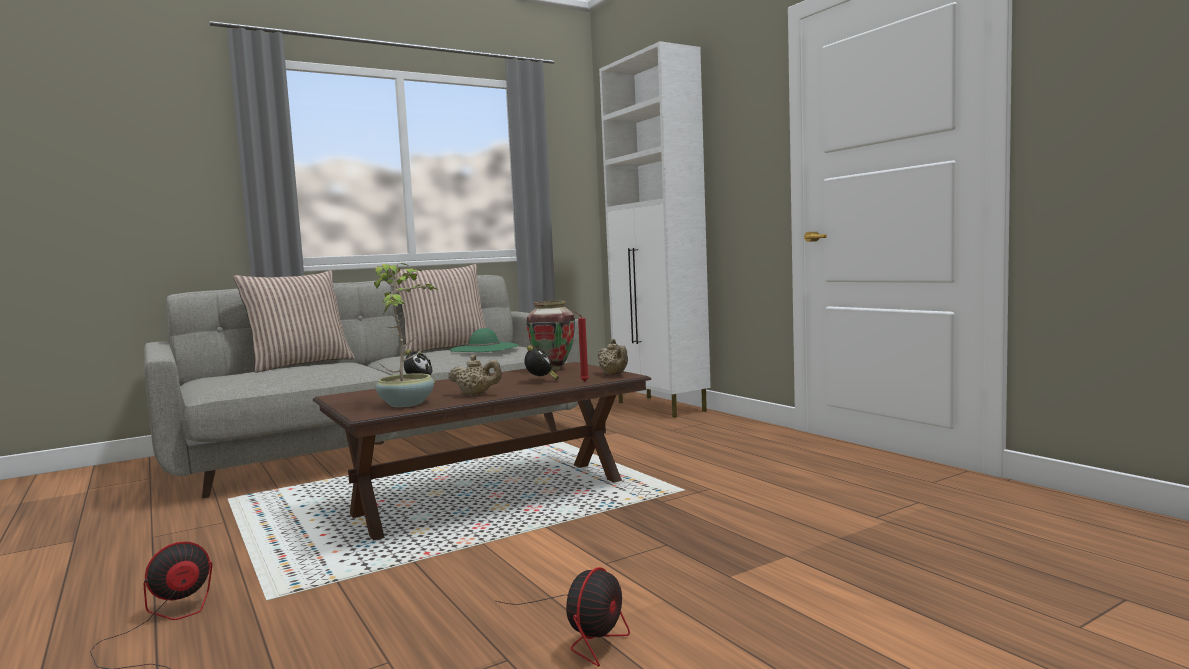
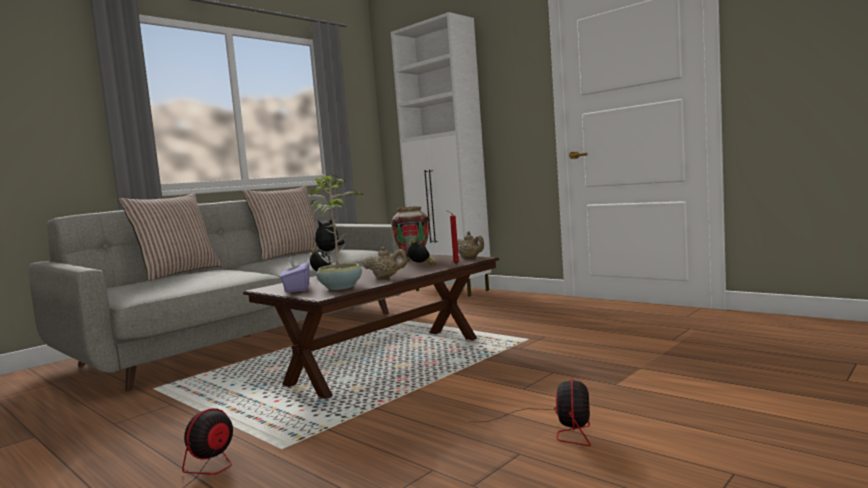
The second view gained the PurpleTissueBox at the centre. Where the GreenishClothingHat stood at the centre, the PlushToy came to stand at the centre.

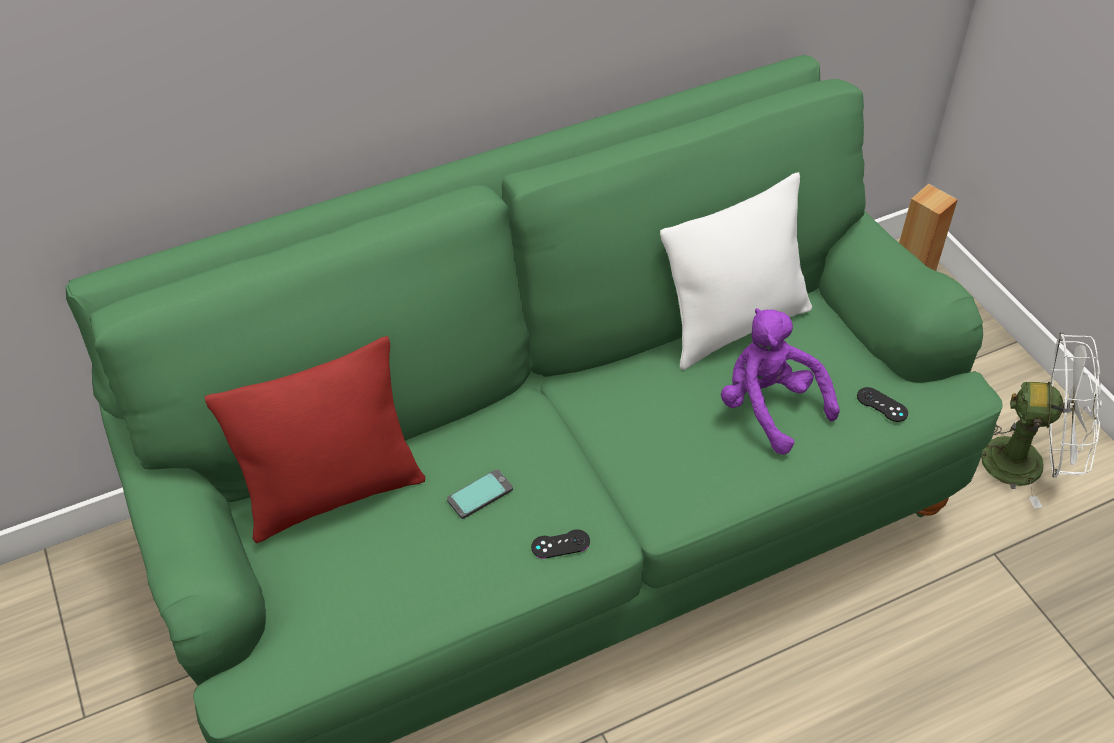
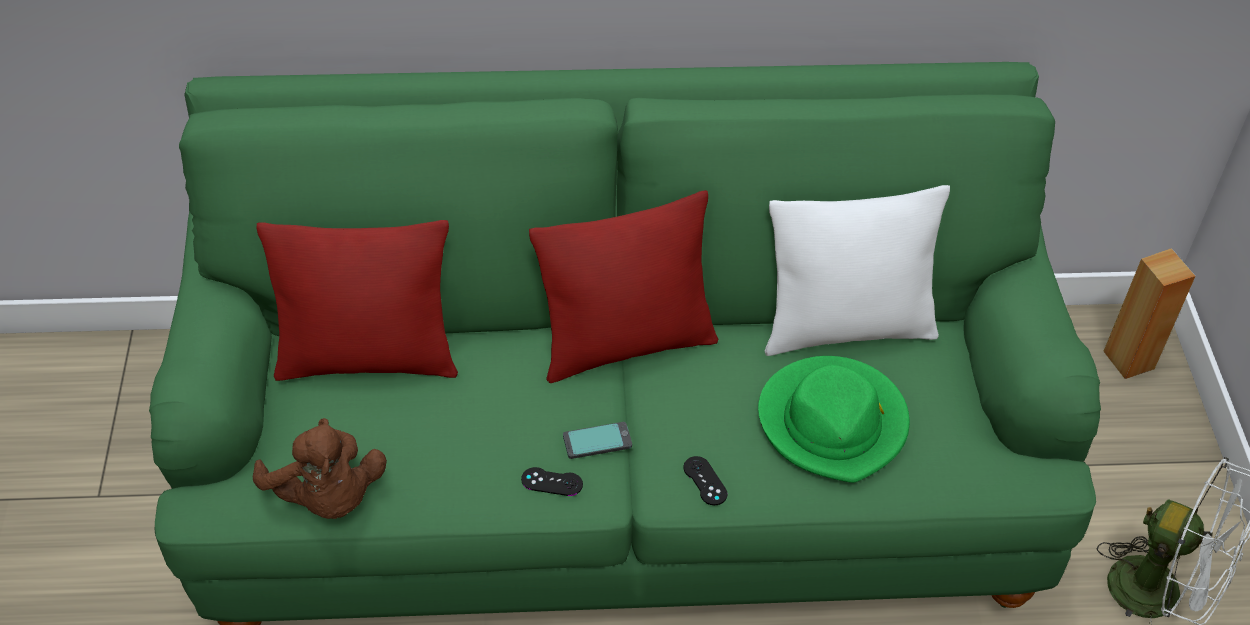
The second view gained the BrownishPlushToy at the bottom left. The second view gained the ReddishCushion (no. 2 from left) at the centre. The Handset ended up elsewhere, having gone from the centre to the bottom centre. The BlackColouredJoypad (no. 2 from left) ended up elsewhere, having gone from the middle right to the bottom centre. Where the PurplePlushToy stood at the middle right, the GreenishClothingHat came to stand at the bottom right.

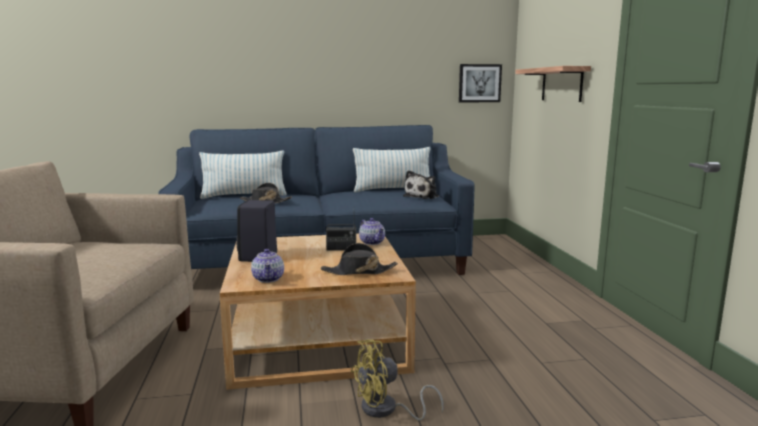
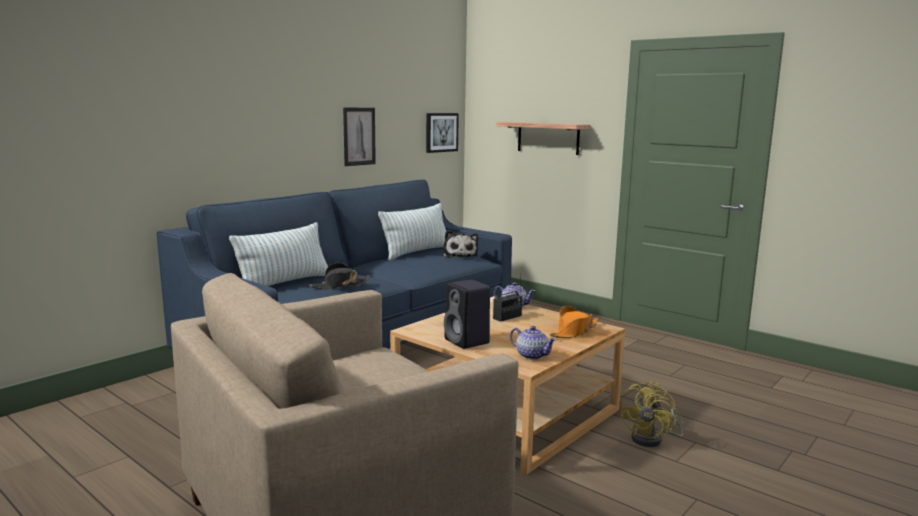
The second view gained the WallArt (no. 1 from left) at the top centre. What was the BlackColouredClothingHat (no. 2 from left) at the centre turned into the OrangeClothingHat at the centre.

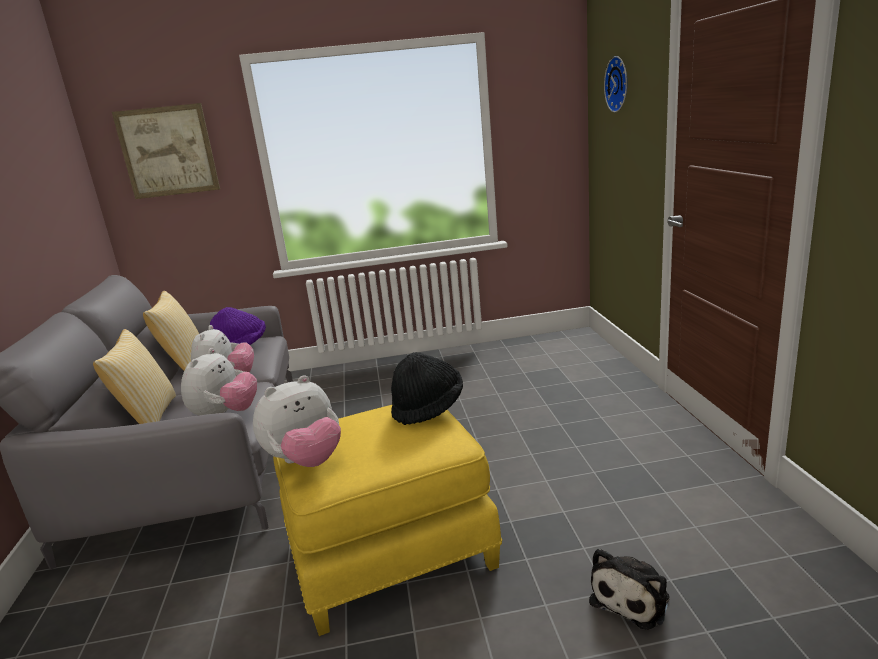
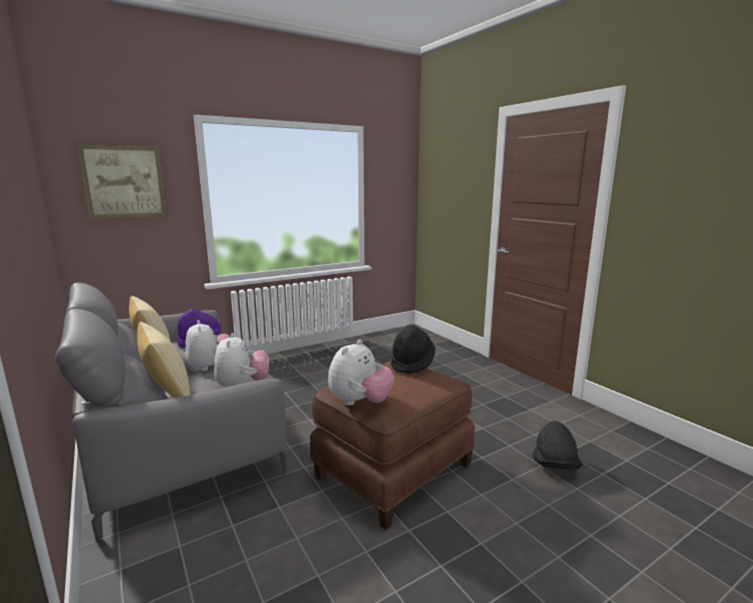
What was the YellowColouredPouffe at the bottom centre turned into the BrownishPouffe at the bottom centre. Where the PlushToy (no. 4 from left) stood at the bottom right, the BlackColouredClothingHat (no. 2 from left) came to stand at the bottom right. The second view lost the HangingClock at the top right.

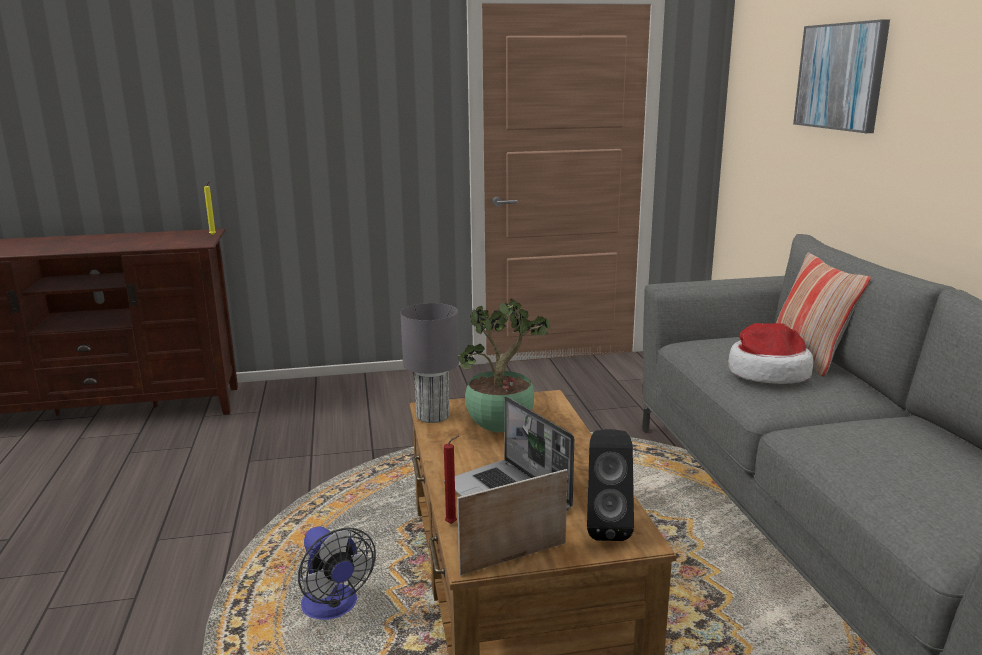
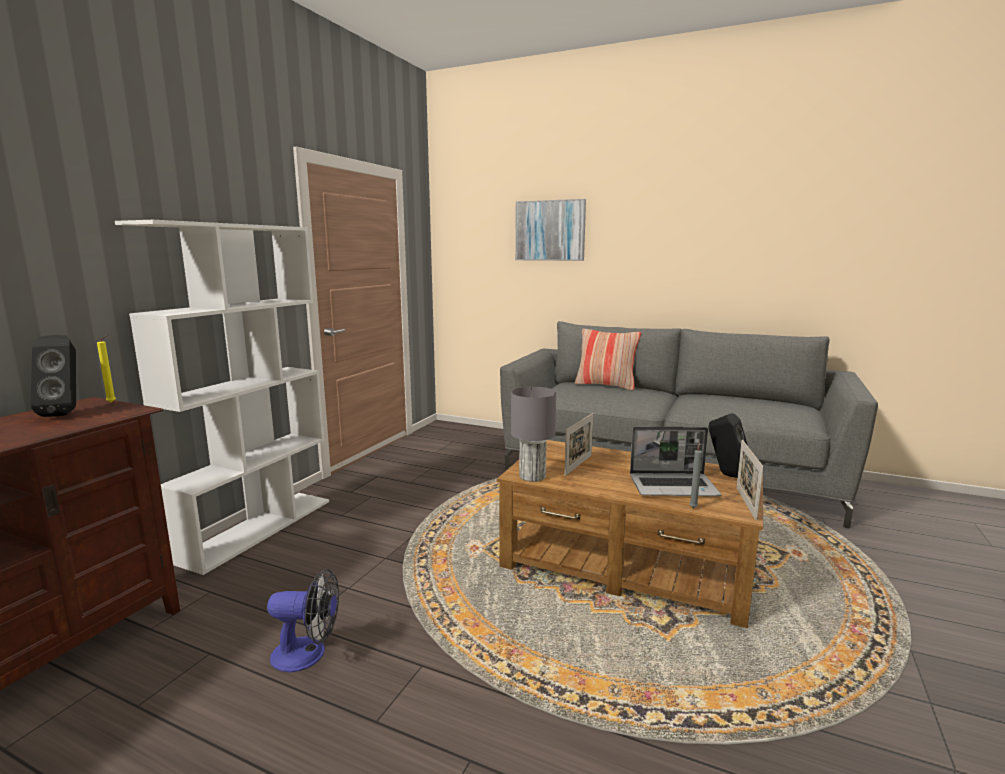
The second view gained the BlackColouredSpeaker (no. 1 from left) at the middle left. The second view gained the WhiteBookcase at the middle left. The CoolingFan ended up elsewhere, having gone from the bottom centre to the bottom left. Where the PlantInAPot stood at the centre, the PhotoFrame (no. 1 from left) came to stand at the centre. What was the ReddishWaxLight at the bottom centre turned into the GrayWaxLight at the middle right. The second view lost the ClothingHat at the middle right.

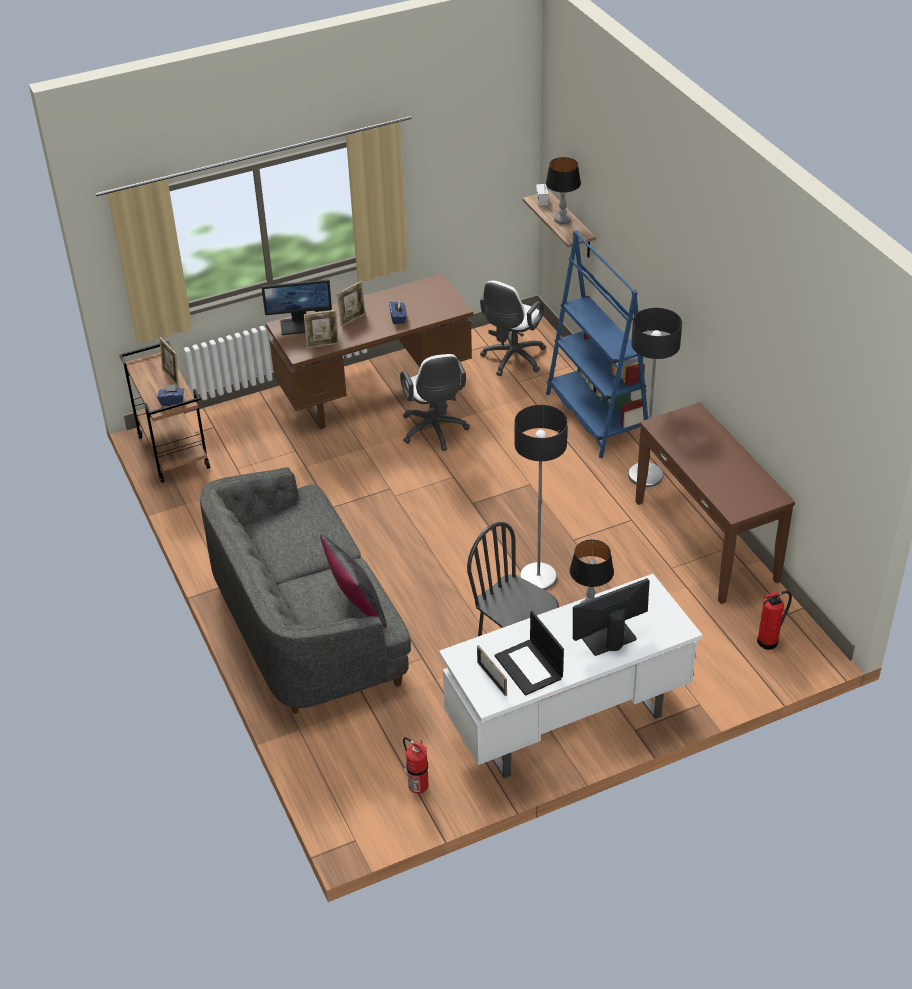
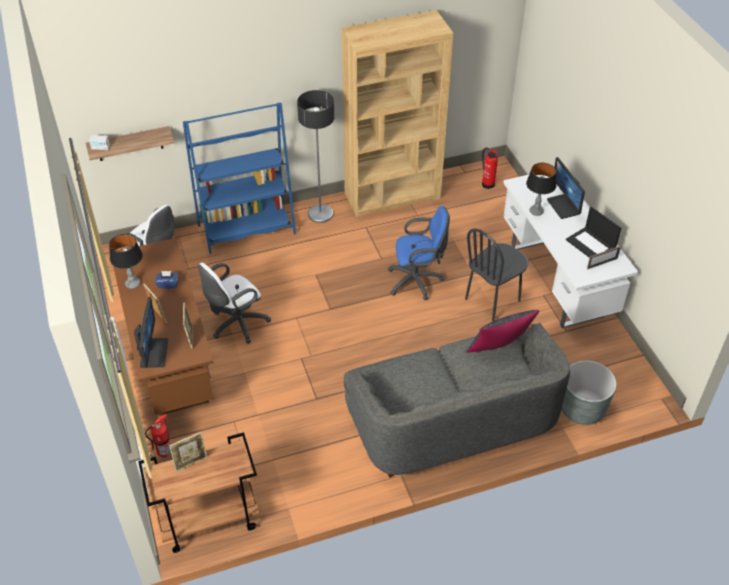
The LampForATable (no. 1 from left) ended up elsewhere, having gone from the top centre to the middle left. The Extinguisher (no. 1 from left) ended up elsewhere, having gone from the bottom centre to the bottom left. The WhiteDeskChair (no. 1 from left in the first image) at the centre ended up facing another way, 150 degrees clockwise from before. Where the BrownishNarrowTable stood at the middle right, the BrownishBookcase came to stand at the top centre. Where the FloorLamp (no. 1 from left) stood at the centre, the BlueDeskChair came to stand at the centre. The second view gained the GrayPlantPot at the bottom right. The PortableComputer at the centre ended up facing another way, 75 degrees clockwise from before. The second view lost the BlueTissueBox (no. 1 from left) at the middle left.

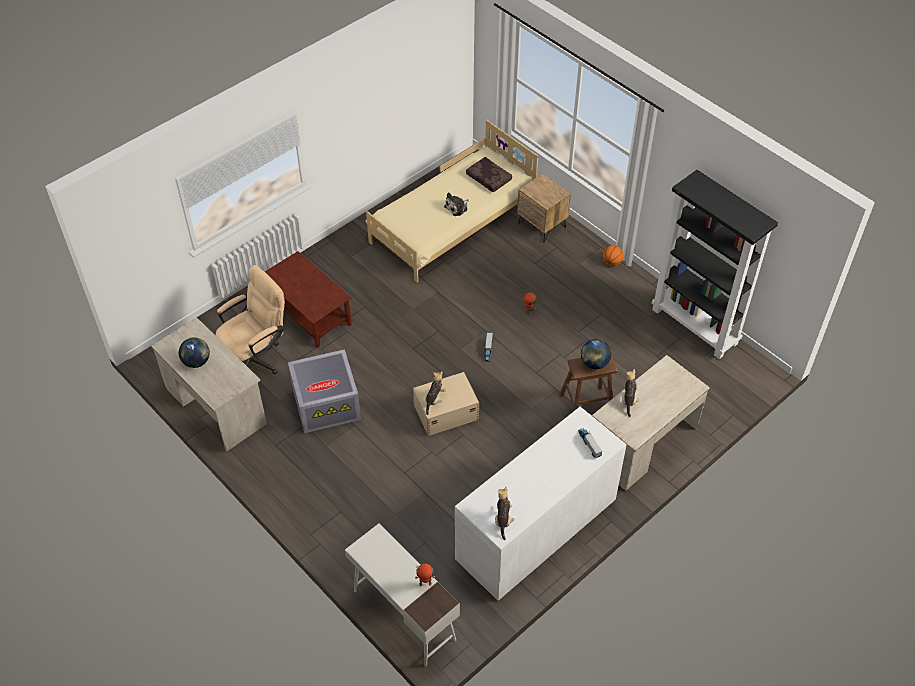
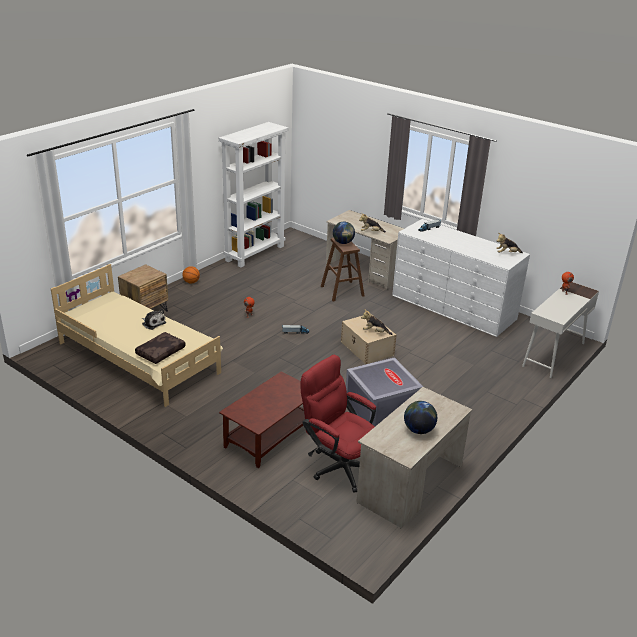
The BrownishCushion ended up elsewhere, having gone from the top centre to the middle left. What was the BlackColouredBookcase at the middle right turned into the WhiteBookcase at the top centre. What was the SandColouredDeskChair at the middle left turned into the ReddishDeskChair at the centre.

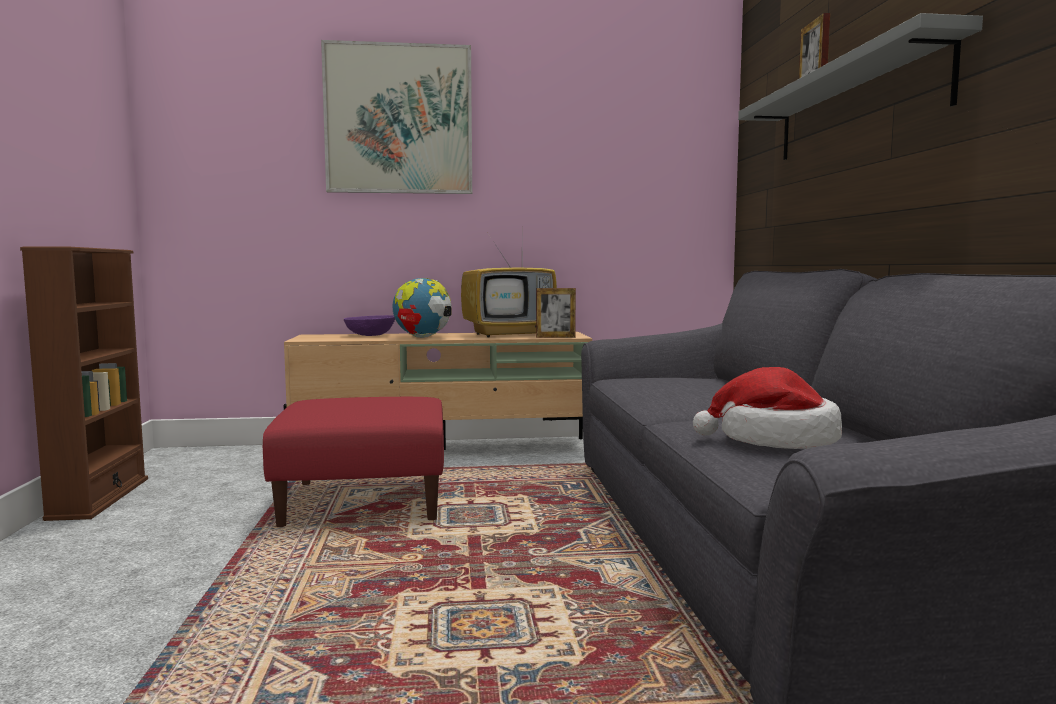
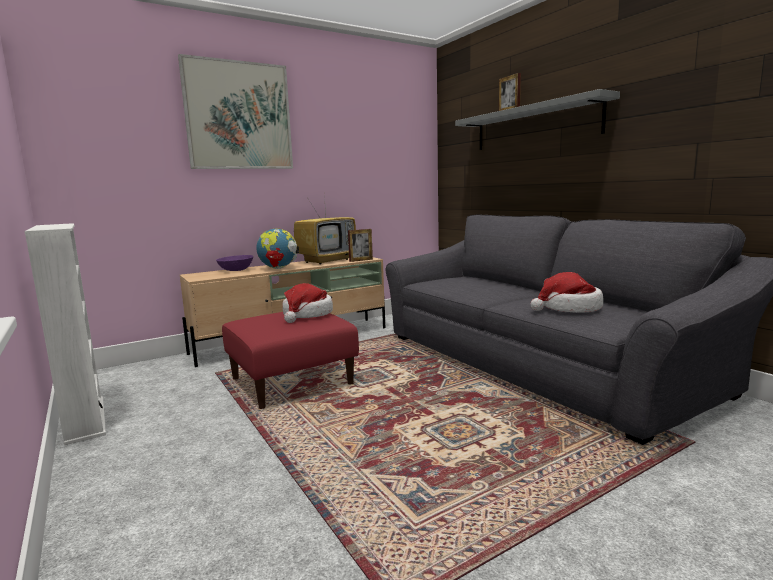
What was the BrownishBookcase at the middle left turned into the WhiteBookcase at the middle left. The second view gained the ClothingHat (no. 1 from left) at the centre.

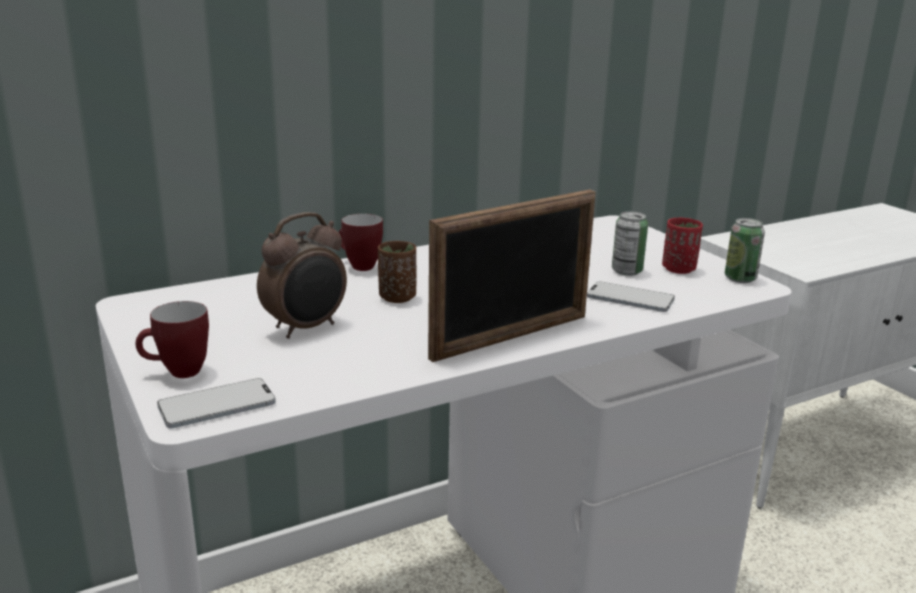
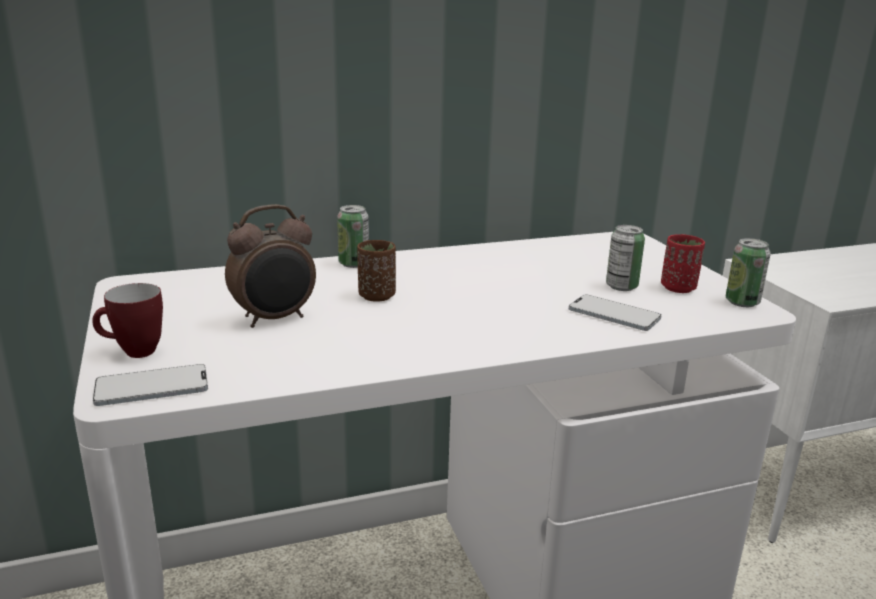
Where the Mug (no. 2 from left) stood at the centre, the Can (no. 1 from left) came to stand at the centre. The second view lost the PhotoFrame at the centre.

